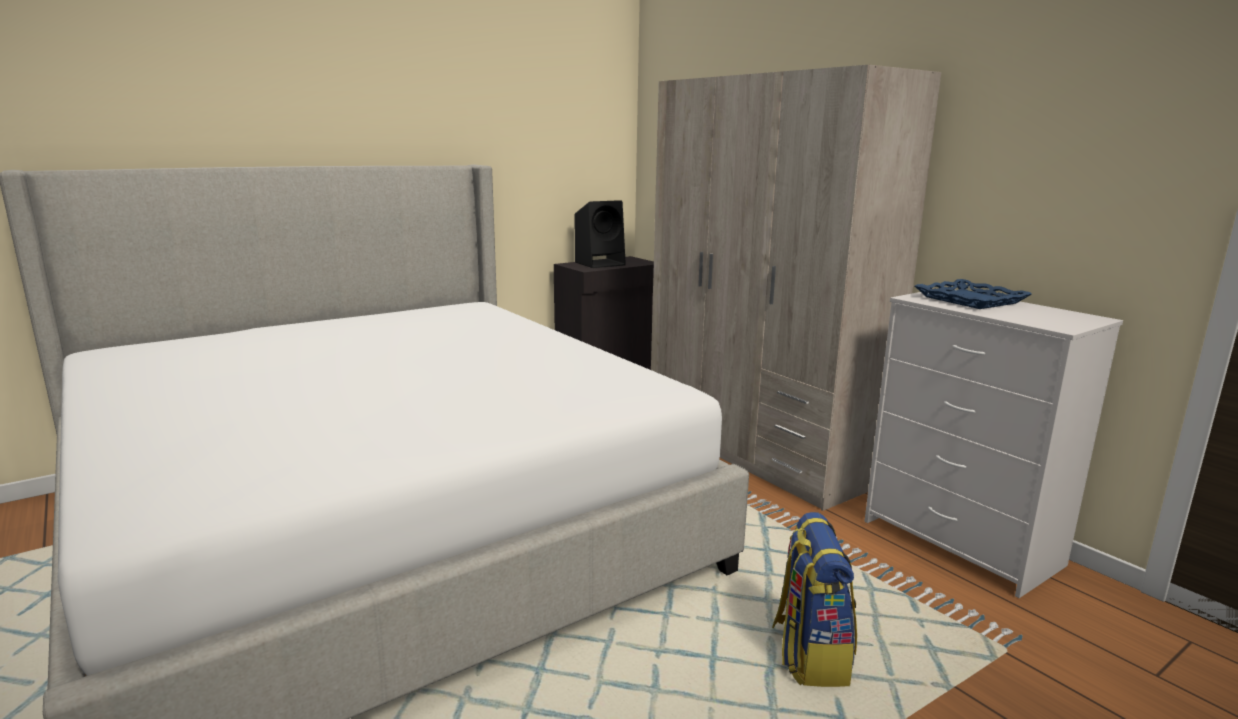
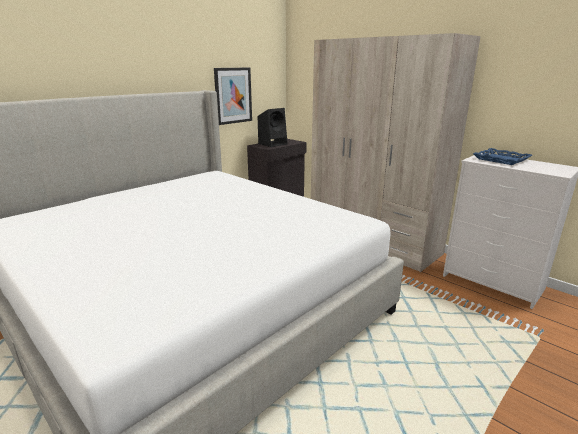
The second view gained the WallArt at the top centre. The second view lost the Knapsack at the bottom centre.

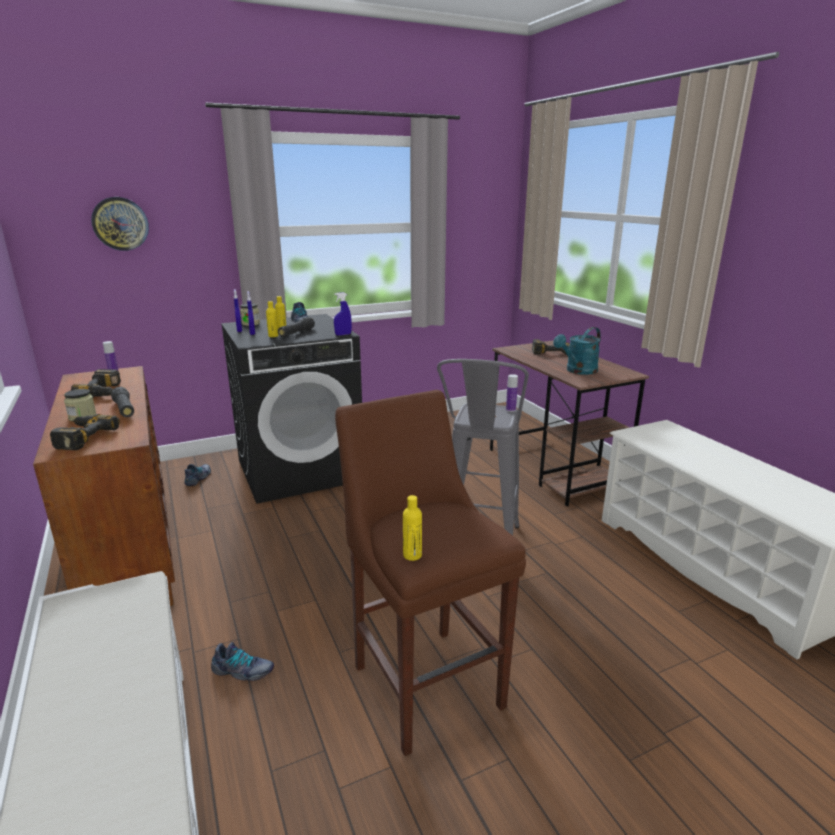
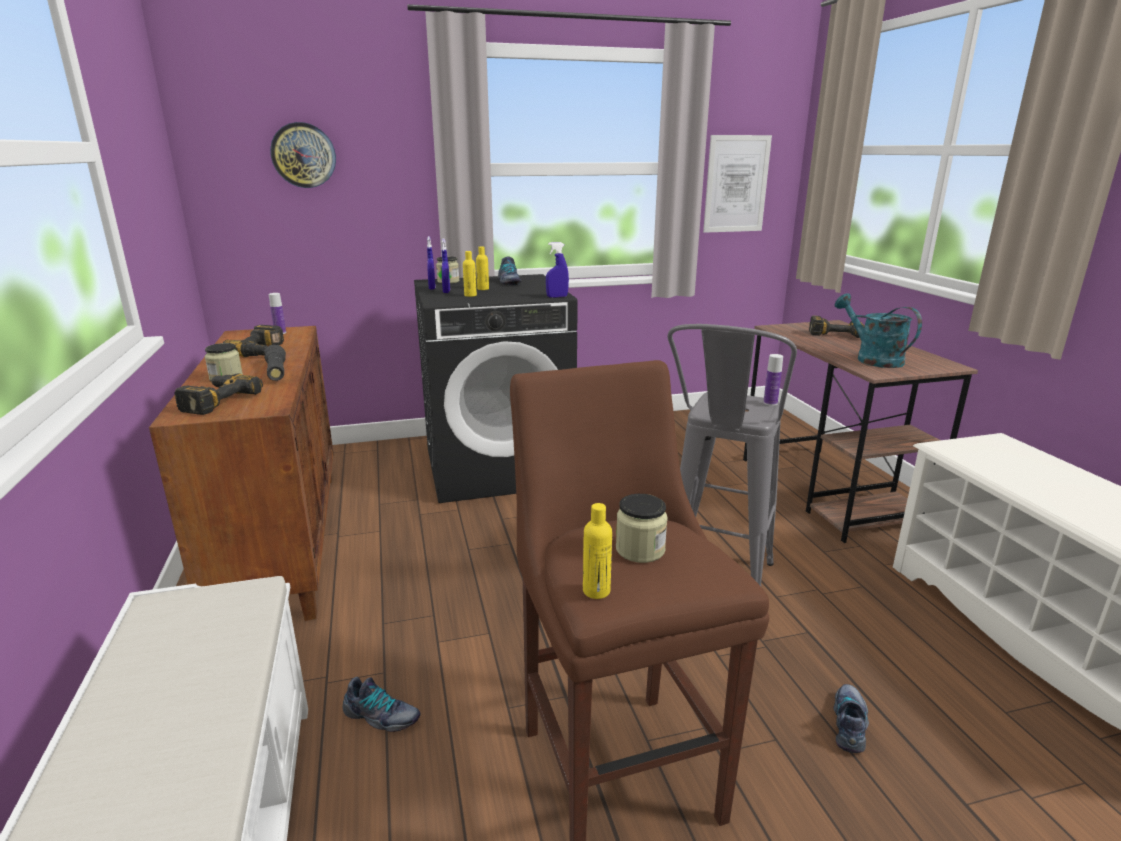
The second view gained the Jar (no. 3 from left) at the centre. The second view gained the WallArt at the top centre. The ItemOfFootwear (no. 1 from left in the first image) ended up elsewhere, having gone from the middle left to the bottom right. The BlueGreenSprinklingCan at the middle right ended up facing another way, 90 degrees clockwise from before. The second view lost the BlackColouredFlashlight (no. 2 from left) at the centre.

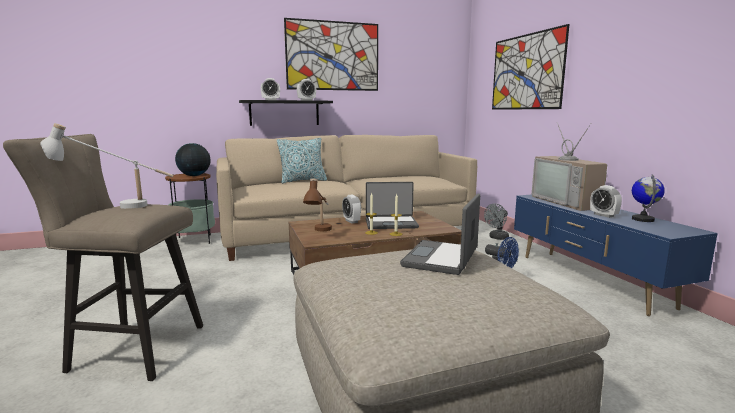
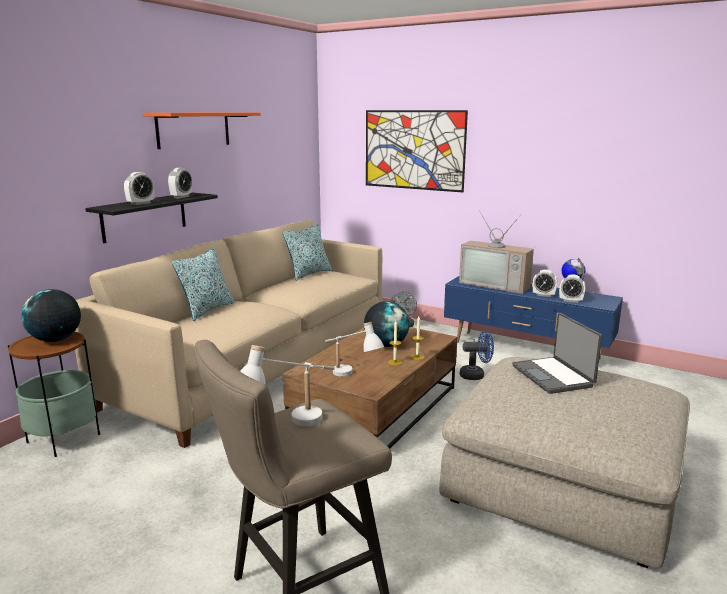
Where the WallArt (no. 1 from left) hung at the top centre, the OrangeBracketShelf came to hang at the top left. The second view gained the Cushion (no. 2 from left) at the centre. What was the BrownishLampForATable at the centre turned into the WhiteLampForATable (no. 2 from left) at the centre. Where the PortableComputer (no. 1 from left) stood at the centre, the DeskGlobe (no. 2 from left) came to stand at the centre. The TableClock (no. 3 from left in the first image) ended up elsewhere, having gone from the centre to the middle right.

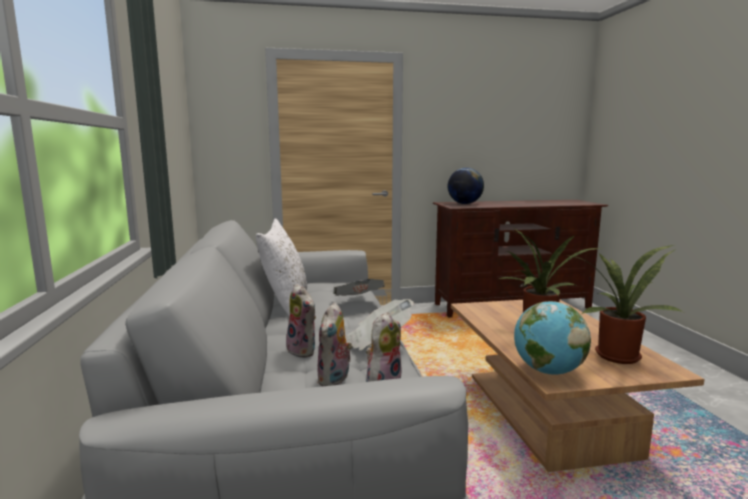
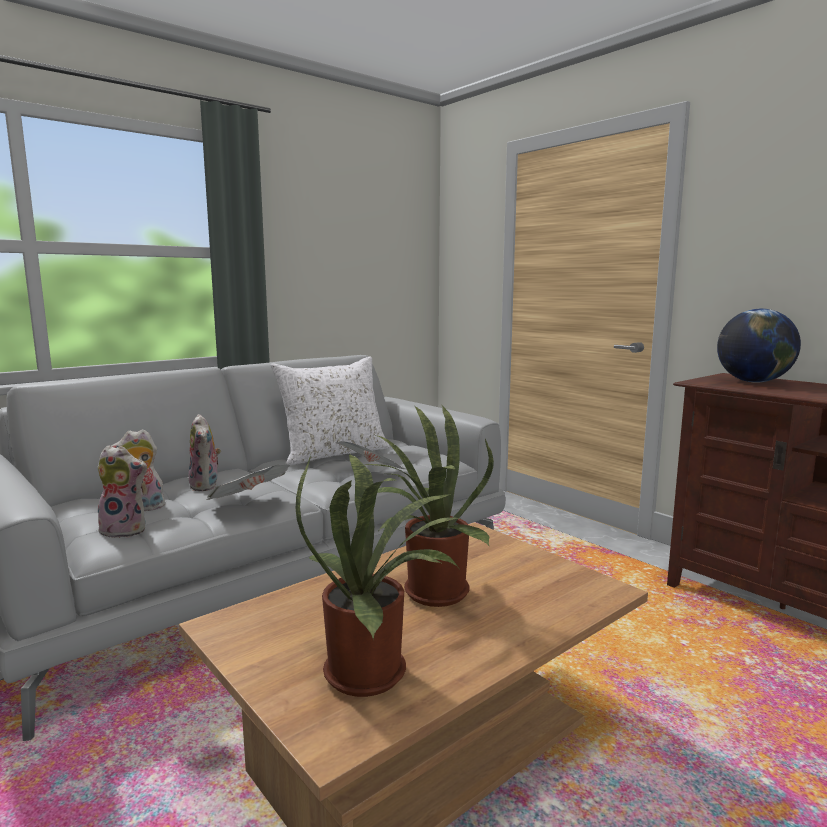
The PlushToy (no. 1 from left in the first image) at the centre ended up facing another way, 45 degrees counterclockwise from before. The second view lost the DeskGlobe (no. 2 from left) at the bottom right.

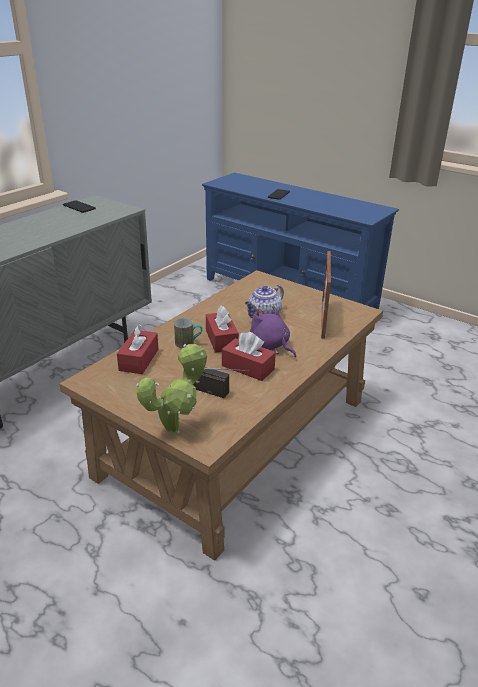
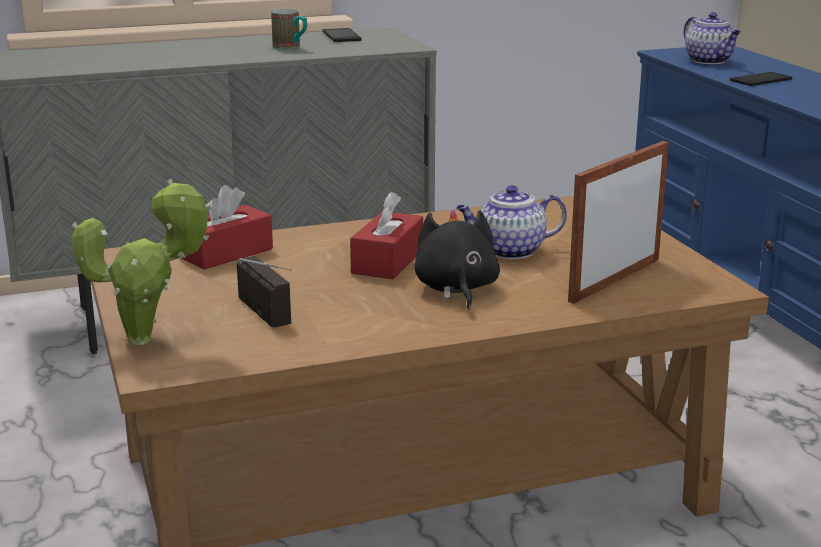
The Mug ended up elsewhere, having gone from the centre to the top centre. What was the PurplePlushToy at the centre turned into the BlackColouredPlushToy at the centre. The second view gained the Teapot (no. 2 from left) at the top right. The second view lost the ReddishTissueBox (no. 3 from left) at the centre.

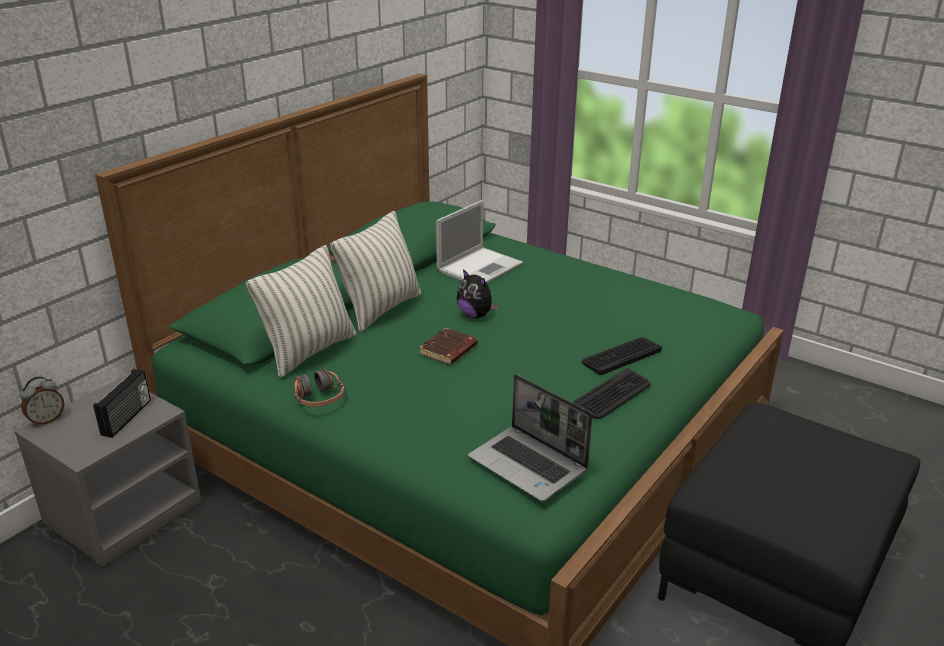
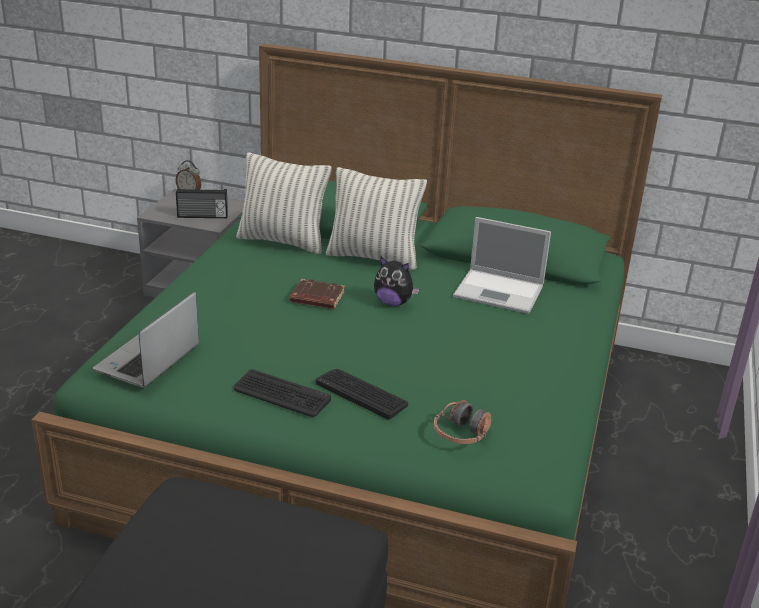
The PlushToy at the centre ended up facing another way, 90 degrees counterclockwise from before. The Headset ended up elsewhere, having gone from the centre to the bottom centre.

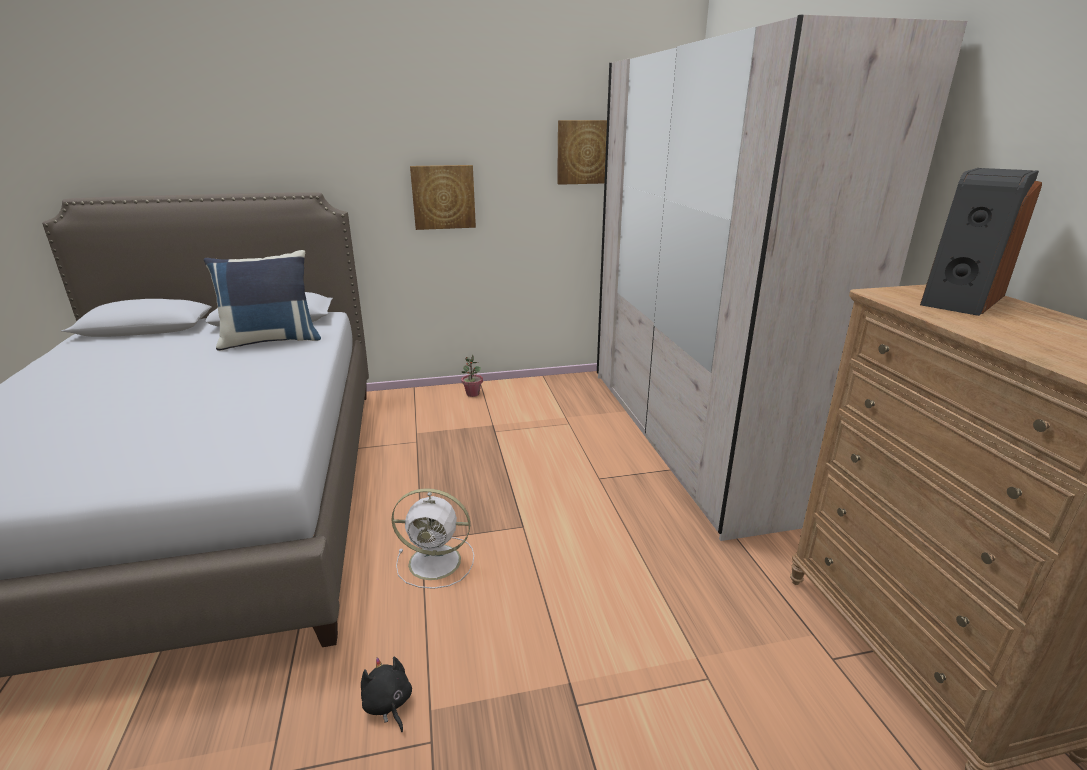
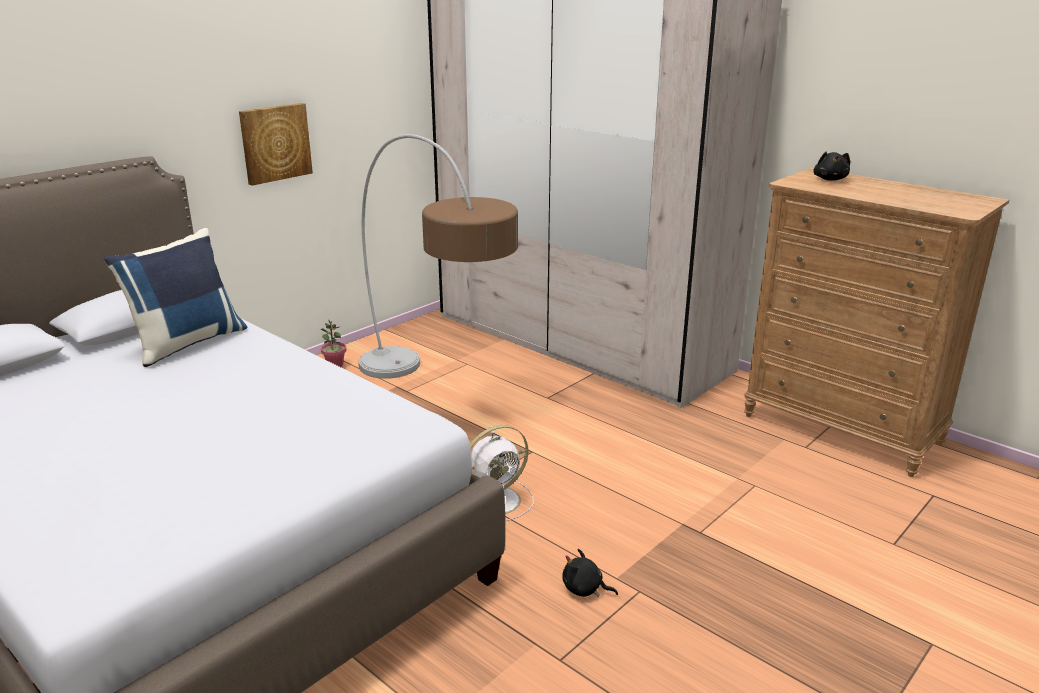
The second view gained the FloorLamp at the centre. Where the Speaker stood at the top right, the BlackColouredPlushToy (no. 2 from left) came to stand at the top right. The second view lost the WallArt (no. 2 from left) at the top centre.

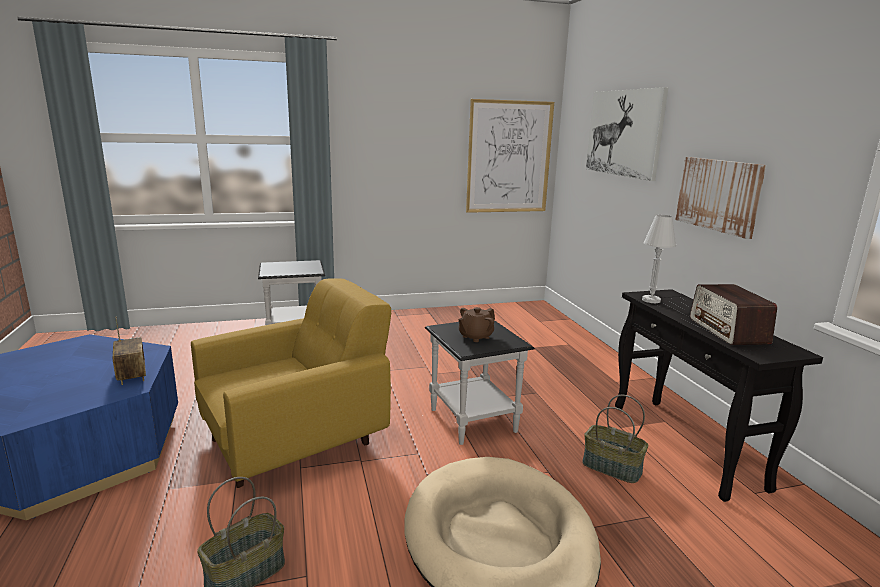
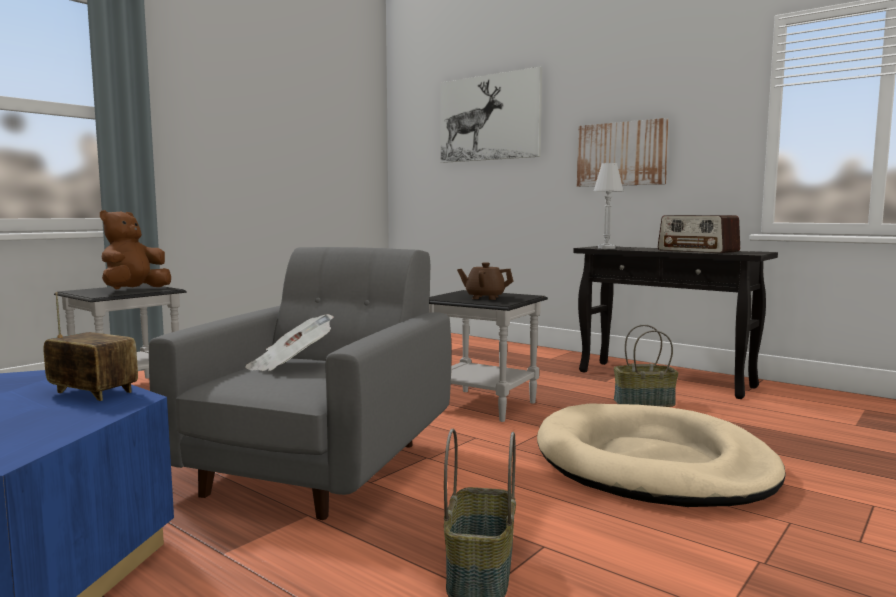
The second view gained the BrownishPlushToy at the middle left. What was the YellowColouredArmchair at the middle left turned into the GrayArmchair at the centre. The second view gained the Newspaper at the middle left. The BrownishTeapot at the centre ended up facing another way, 90 degrees clockwise from before. The second view lost the WallArt (no. 1 from left) at the top centre.

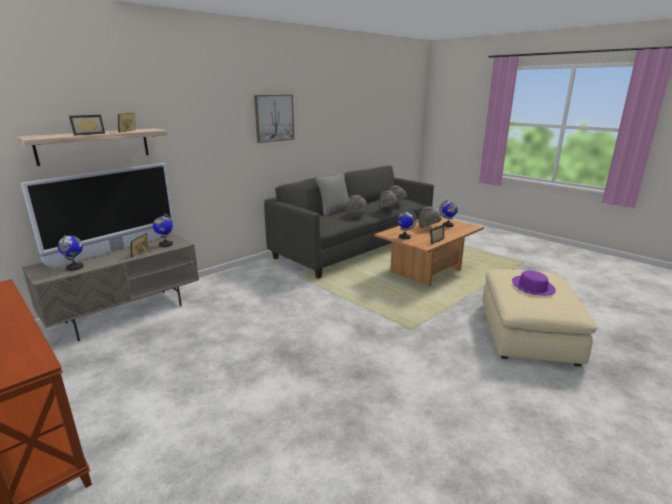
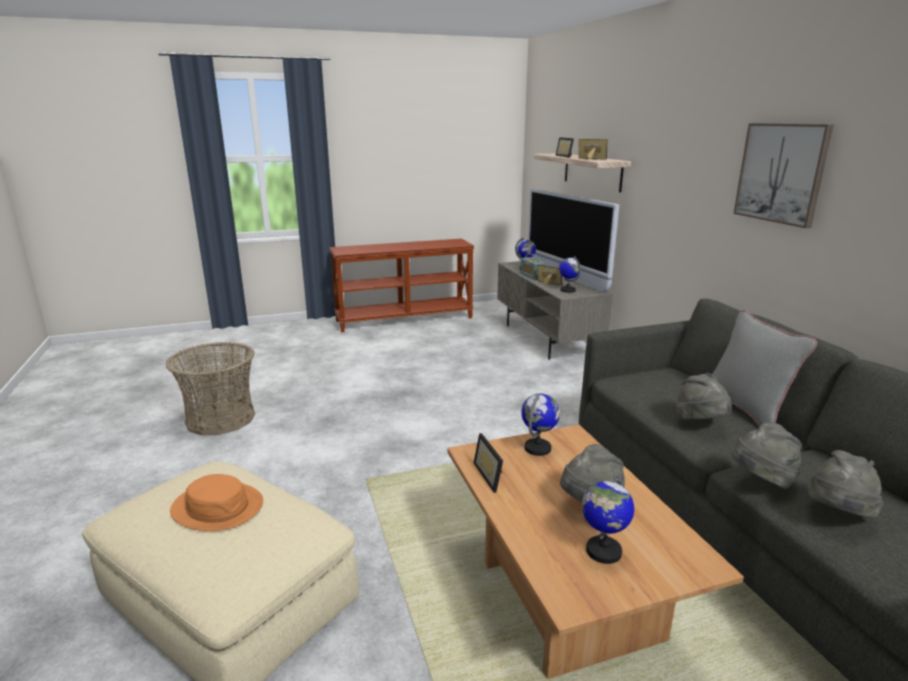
The second view gained the HouseholdBasket at the middle left. What was the PurpleClothingHat at the middle right turned into the OrangeClothingHat at the bottom left. The second view gained the RadioReceiver at the centre.

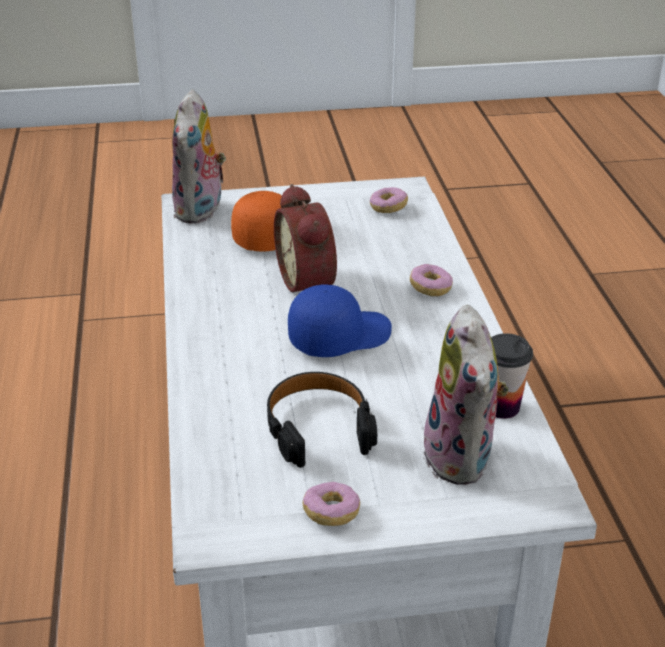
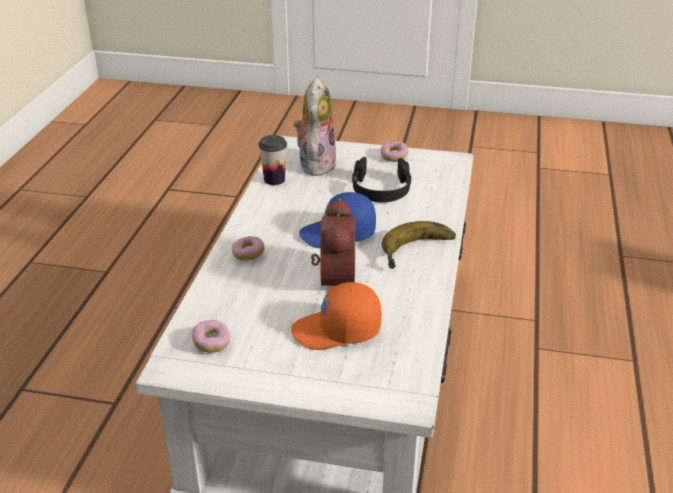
The second view gained the Banana at the centre. The second view lost the PlushToy (no. 1 from left) at the top left.

